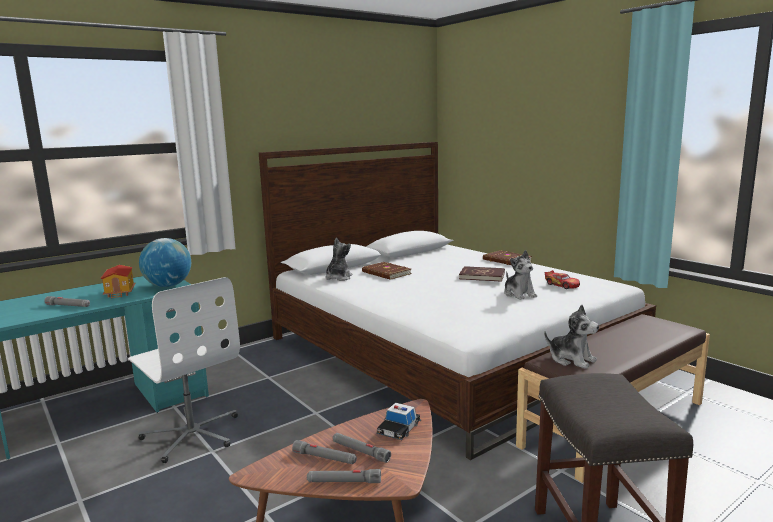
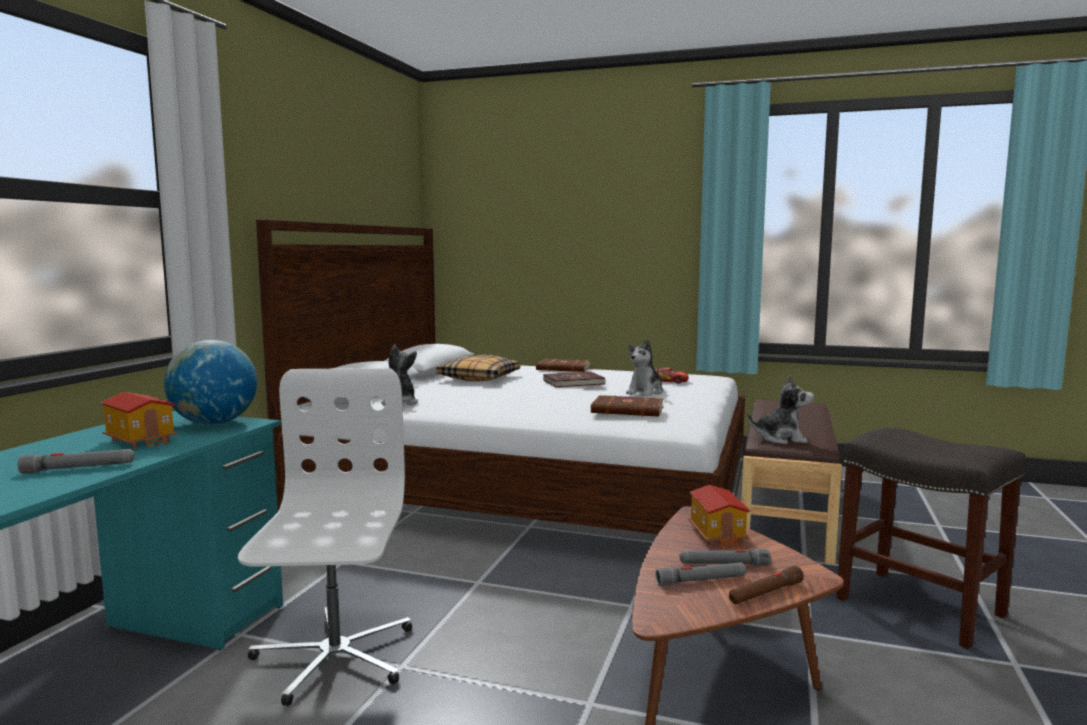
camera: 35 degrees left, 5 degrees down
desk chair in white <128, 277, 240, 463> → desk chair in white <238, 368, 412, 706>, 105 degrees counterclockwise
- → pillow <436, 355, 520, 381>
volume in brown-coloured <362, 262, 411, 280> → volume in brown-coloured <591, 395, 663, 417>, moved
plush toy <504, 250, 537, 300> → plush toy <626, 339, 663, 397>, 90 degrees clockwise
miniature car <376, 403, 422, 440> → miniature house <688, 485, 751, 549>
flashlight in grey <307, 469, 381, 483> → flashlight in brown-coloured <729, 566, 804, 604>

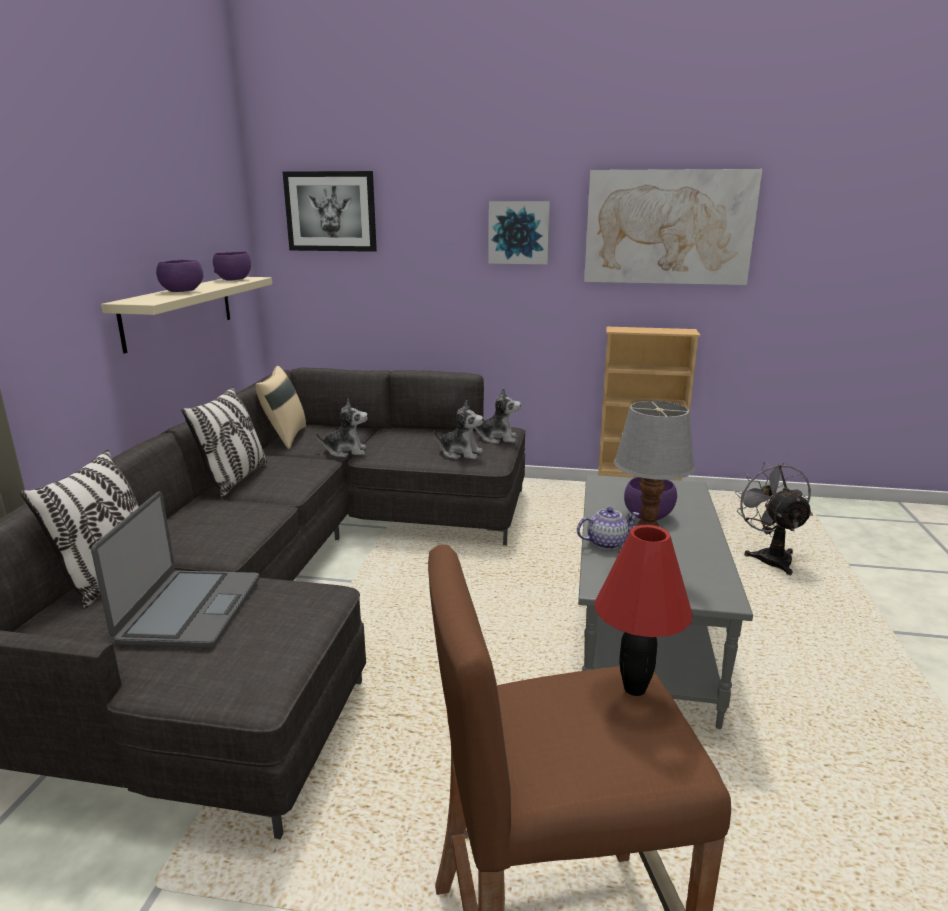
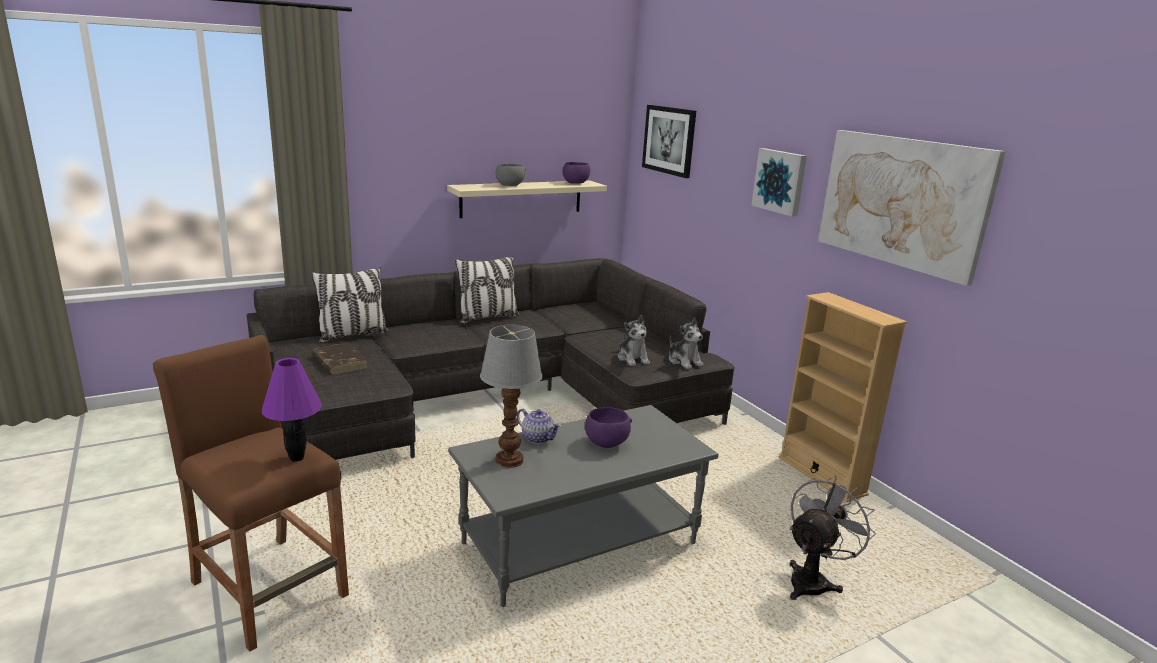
camera: 50 degrees right, 0 degrees up
table lamp in red-coloured <594, 525, 693, 696> → table lamp in purple-coloured <262, 358, 322, 462>
notebook computer <91, 491, 260, 648> → volume in brown-coloured <312, 342, 368, 375>
deep dish in purple-coloured <156, 260, 203, 292> → deep dish in grey <496, 164, 526, 186>
pillow in beige-coloured <256, 366, 306, 449> → -
plush toy <316, 398, 368, 457> → -

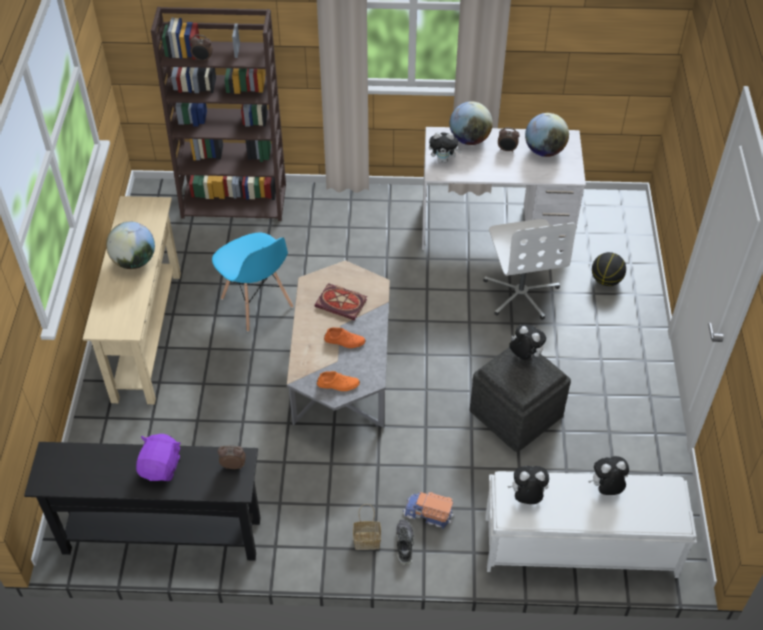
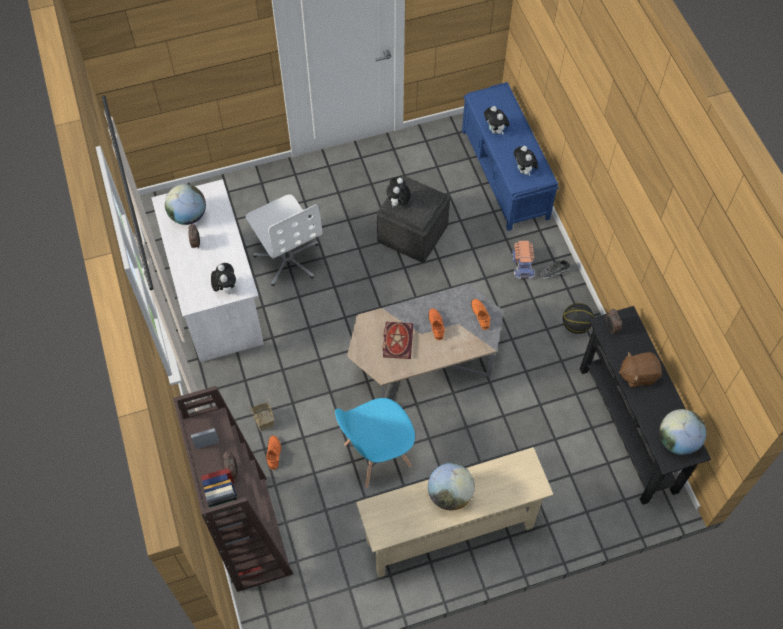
camera: 110 degrees left, 10 degrees up
desk chair in white <483, 219, 576, 320> → desk chair in white <245, 194, 322, 286>, 90 degrees clockwise
storage basket <353, 504, 381, 550> → storage basket <249, 398, 274, 431>, moved
- → low shoe in orange <266, 436, 281, 470>
chair in bluish <212, 233, 294, 332> → chair in bluish <335, 398, 415, 488>, 150 degrees counterclockwise
indoor bench in white <485, 471, 697, 578> → indoor bench in bluish <462, 82, 559, 231>
ball for basketball <592, 252, 626, 286> → ball for basketball <563, 303, 594, 334>, moved
plush toy in purple-coloured <136, 434, 181, 481> → plush toy in brown-coloured <619, 352, 662, 388>
desk globe <450, 101, 493, 145> → desk globe <659, 409, 707, 455>, moved

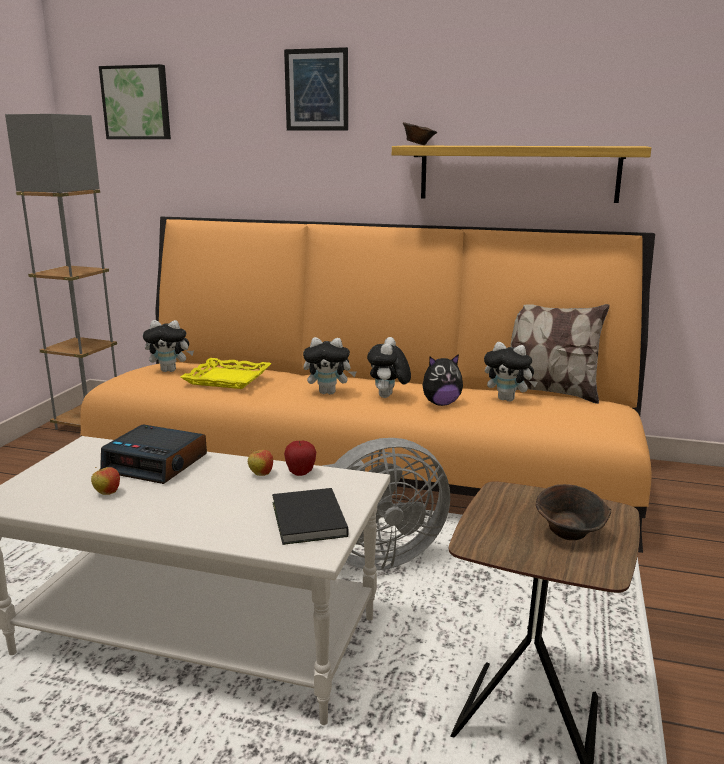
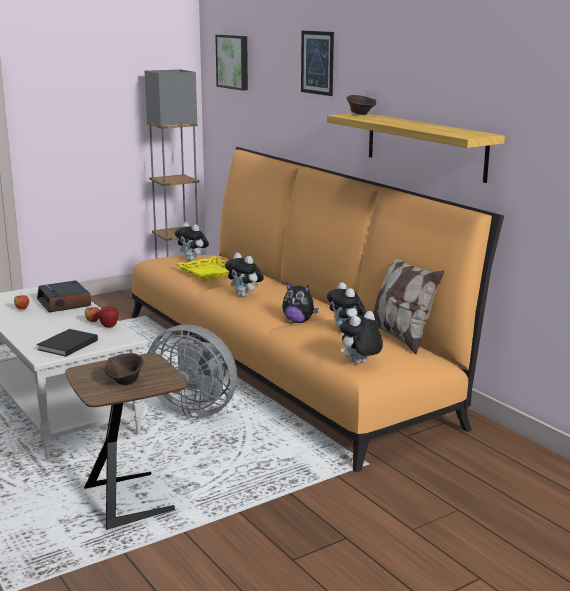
camera: 40 degrees right, 0 degrees up
plush toy <367, 337, 411, 398> → plush toy <340, 311, 383, 364>, moved

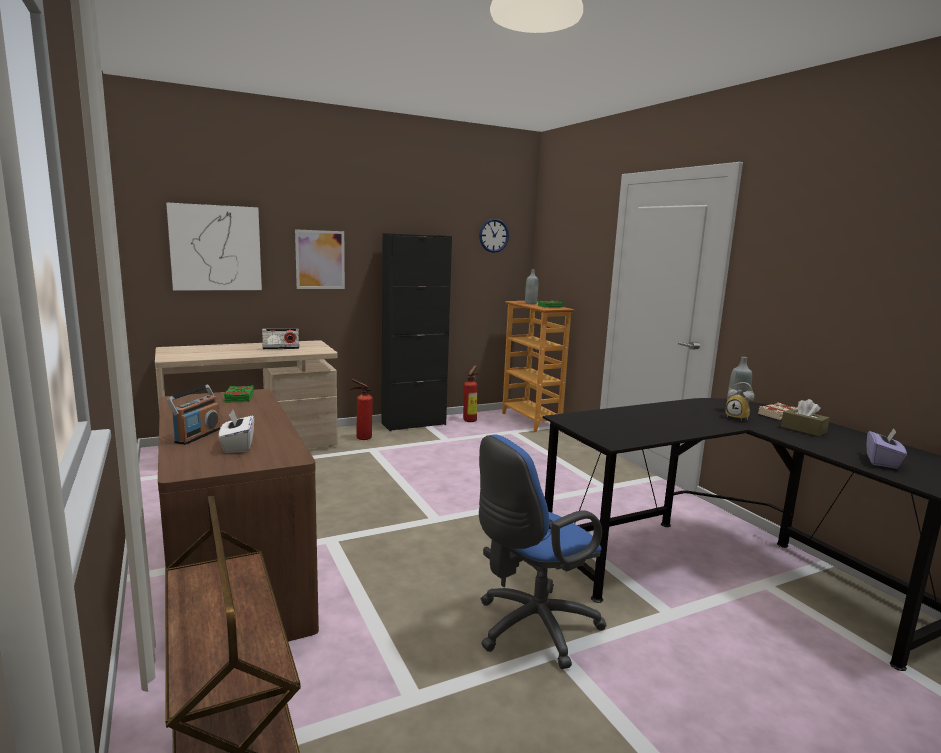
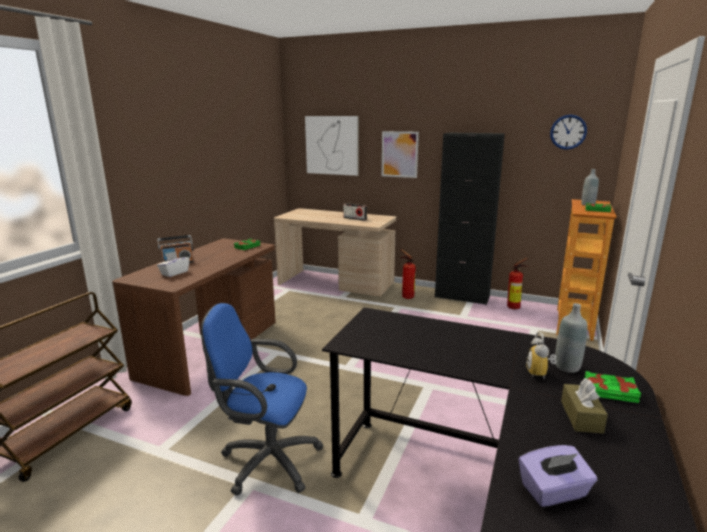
camera: 50 degrees right, 5 degrees up
volume in beige-coloured <758, 403, 798, 420> → volume in green <584, 371, 641, 403>

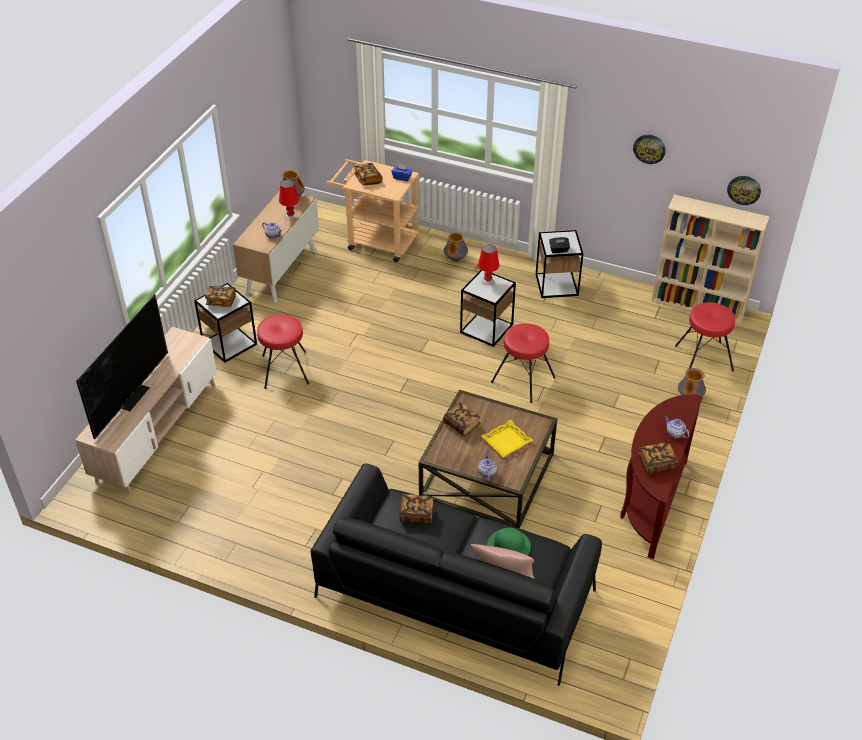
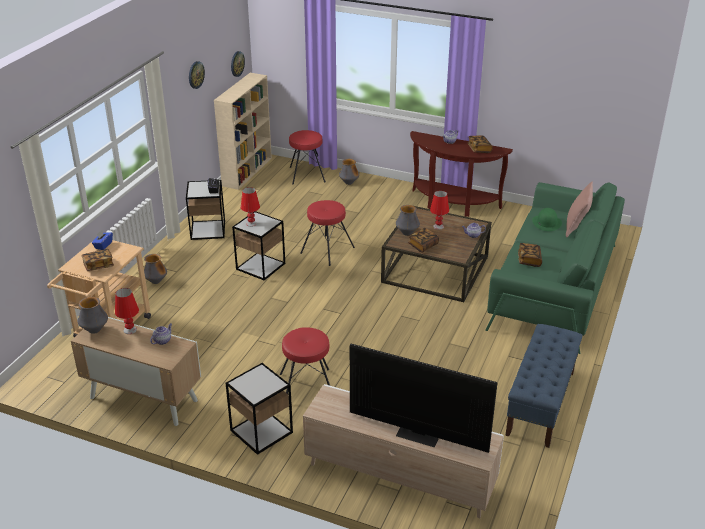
camera: 90 degrees left, 10 degrees down
- → vase <396, 205, 420, 236>
tray in yellowish <481, 420, 533, 457> → table lamp in red-coloured <430, 191, 449, 230>
sofa in blackish <311, 463, 602, 686> → sofa in green <485, 182, 625, 354>
- → indoor bench in bluish <505, 324, 582, 448>
volume <205, 286, 236, 307> → -

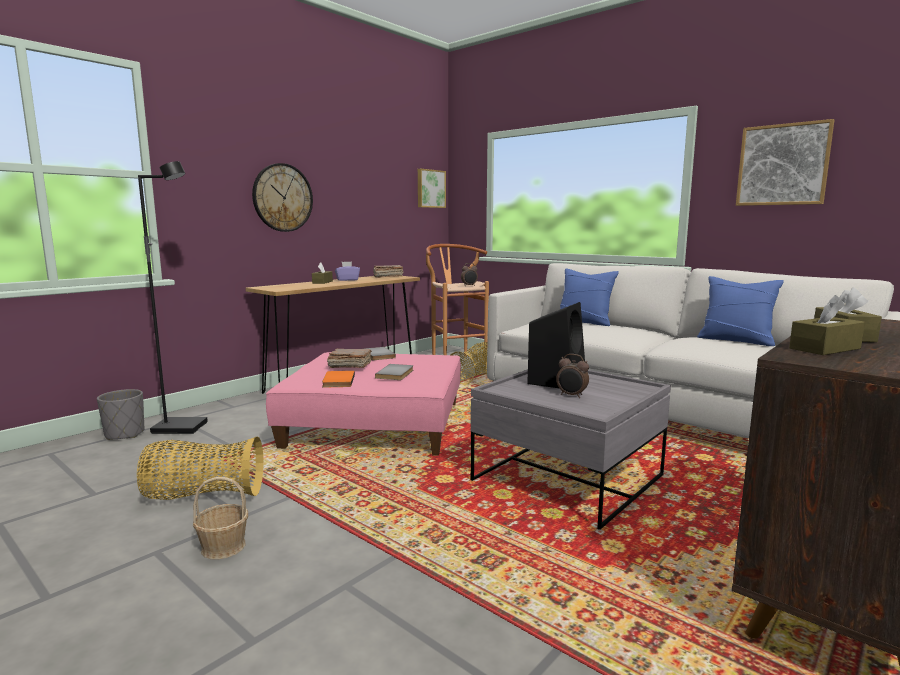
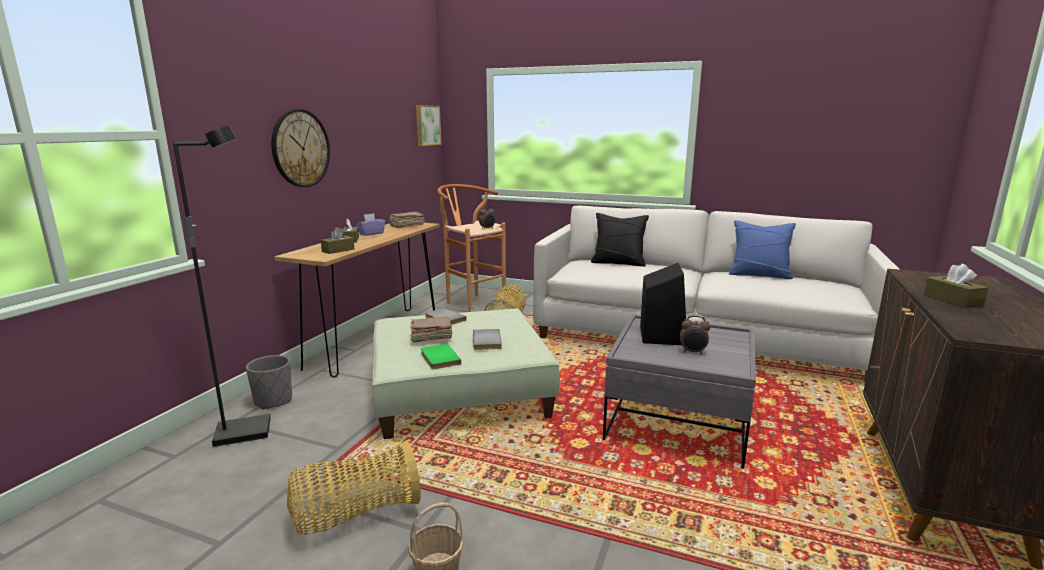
camera: 20 degrees left, 5 degrees up
planter in grey <97, 389, 144, 440> → planter in grey <246, 355, 292, 409>, moved
box of tissues in brown-coloured <789, 295, 865, 355> → box of tissues in brown-coloured <321, 227, 354, 254>, moved
pouffe in pink <266, 352, 461, 456> → pouffe in green <372, 308, 560, 439>
volume in orange <322, 371, 355, 388> → volume in green <421, 344, 461, 369>
pillow in bluish <560, 269, 619, 326> → pillow in blackish <591, 213, 649, 266>
picture <736, 119, 834, 206> → -

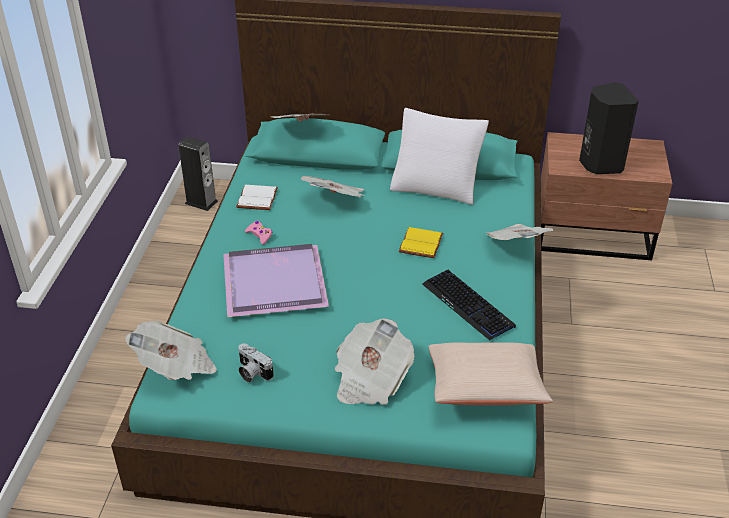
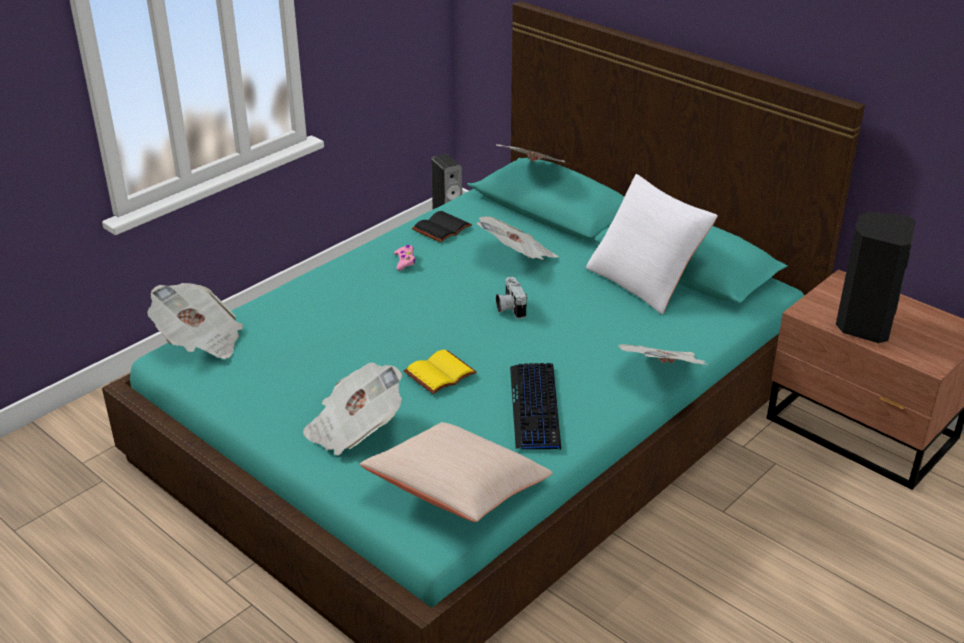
camera: 35 degrees right, 5 degrees down
volume in yellowish <399, 227, 443, 258> → volume in yellowish <404, 349, 477, 394>, moved
volume in white <236, 185, 278, 210> → volume in blackish <412, 211, 472, 243>
still camera <238, 343, 274, 382> → still camera <496, 277, 527, 319>, moved
tray in purple-coloured <223, 244, 329, 317> → -

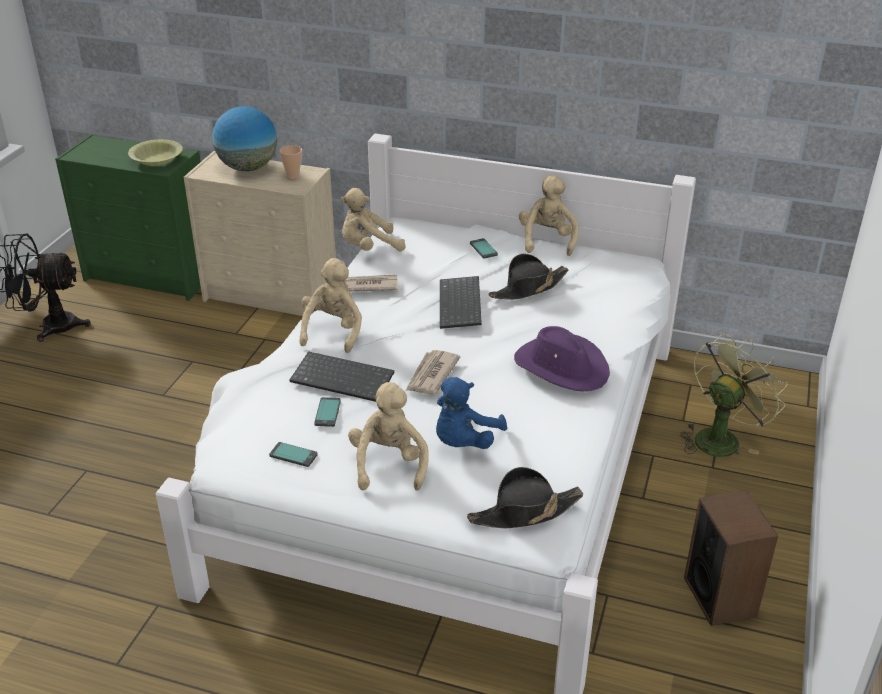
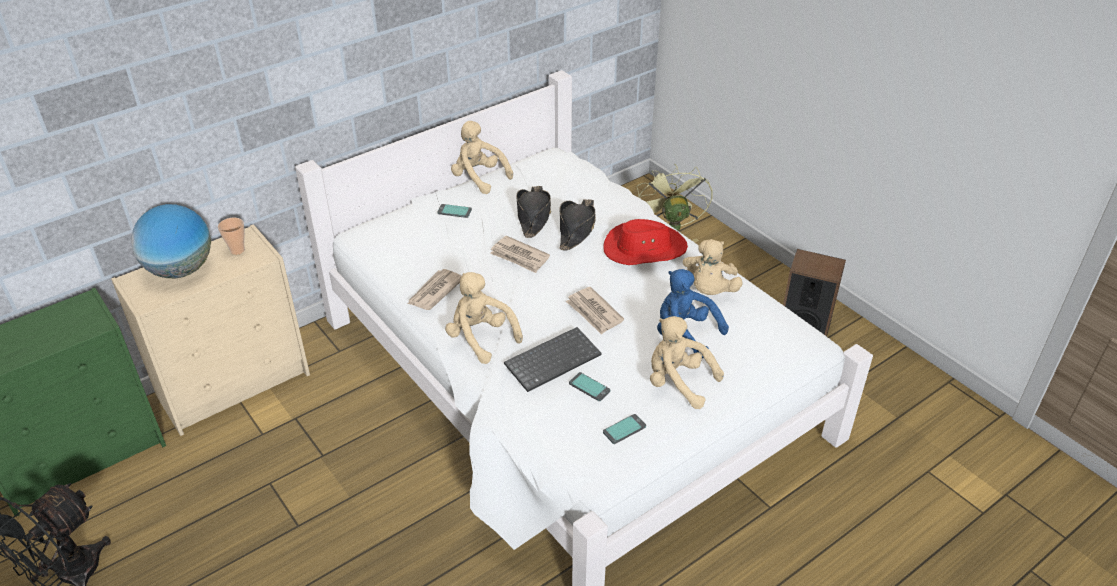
camera: 55 degrees left, 5 degrees up
keyboard <440, 276, 482, 329> → printed paper <490, 236, 550, 273>
clothing hat in blackish <467, 467, 583, 529> → clothing hat in blackish <559, 199, 596, 251>, moved
clothing hat in purple-coloured <514, 326, 610, 392> → clothing hat in red-coloured <603, 219, 688, 265>
plush toy in bluish <436, 377, 507, 449> → plush toy in bluish <657, 269, 729, 358>, 150 degrees clockwise
plush toy in beige-coloured <340, 188, 405, 251> → plush toy in beige-coloured <683, 239, 743, 295>, moved
deep dish in yellowish <128, 139, 183, 166> → -

